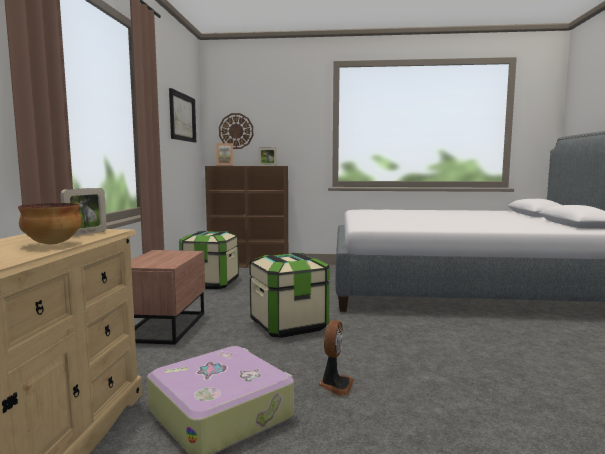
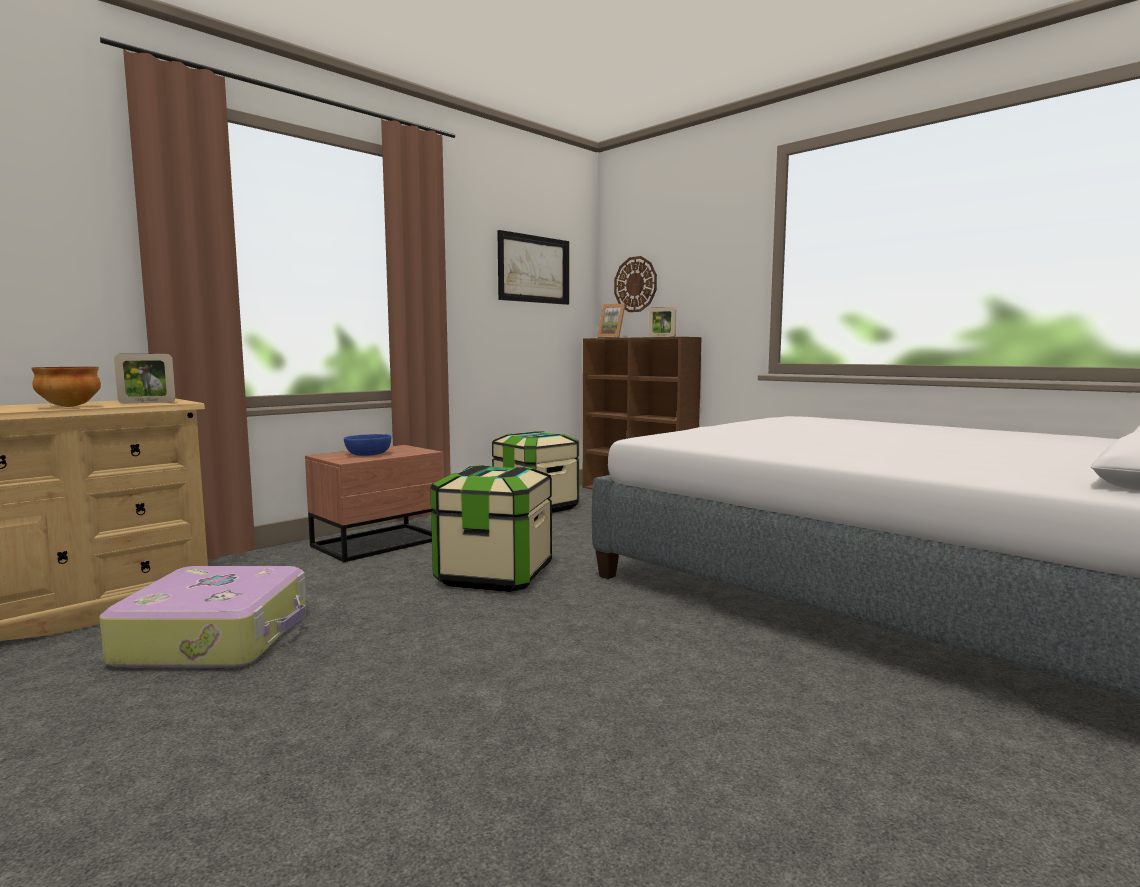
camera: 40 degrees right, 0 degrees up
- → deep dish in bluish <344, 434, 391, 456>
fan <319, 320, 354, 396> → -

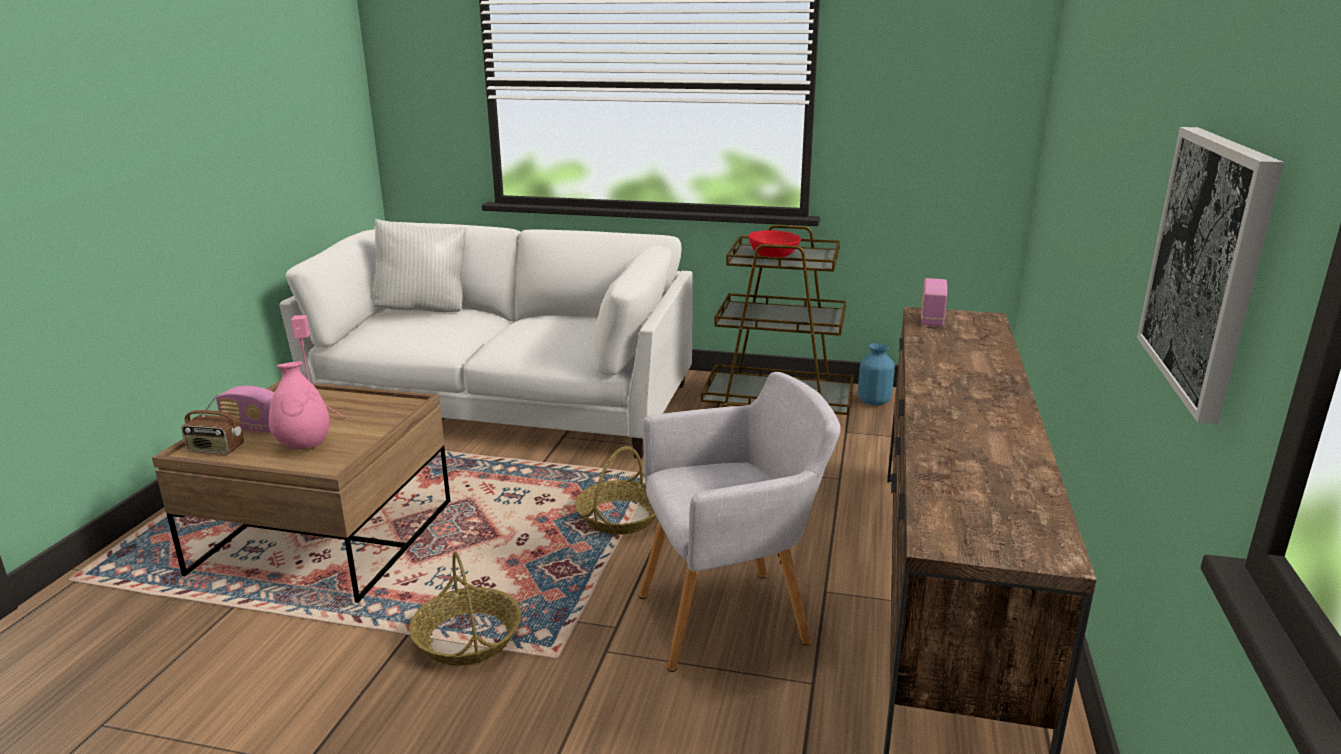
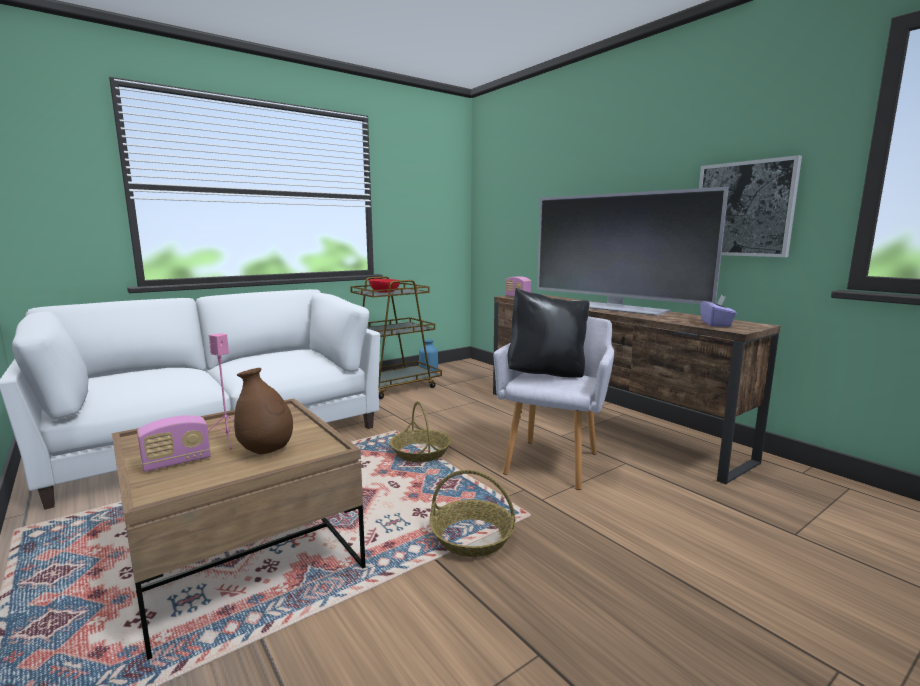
camera: 50 degrees left, 10 degrees down
vase in pink <269, 361, 330, 449> → vase in brown-coloured <234, 368, 293, 454>
- → pillow in blackish <508, 288, 589, 378>
- → TV set <537, 187, 729, 316>
- → box of tissues in purple-coloured <700, 295, 737, 327>
radio <181, 393, 244, 455> → -
pillow in white <373, 218, 467, 312> → -

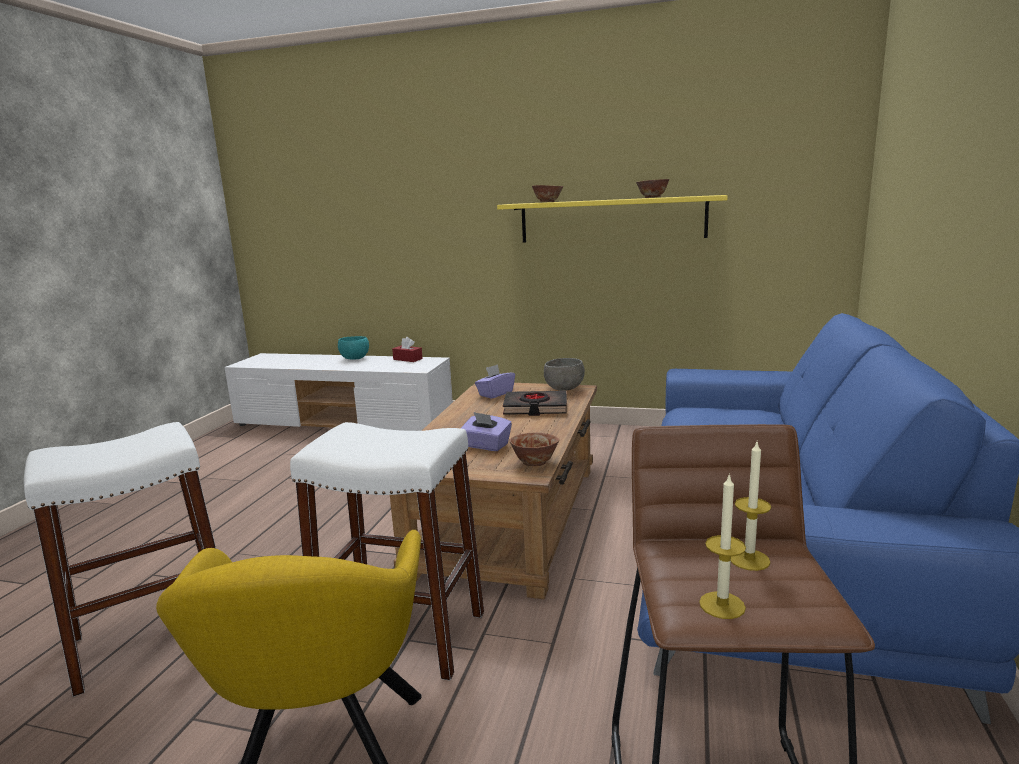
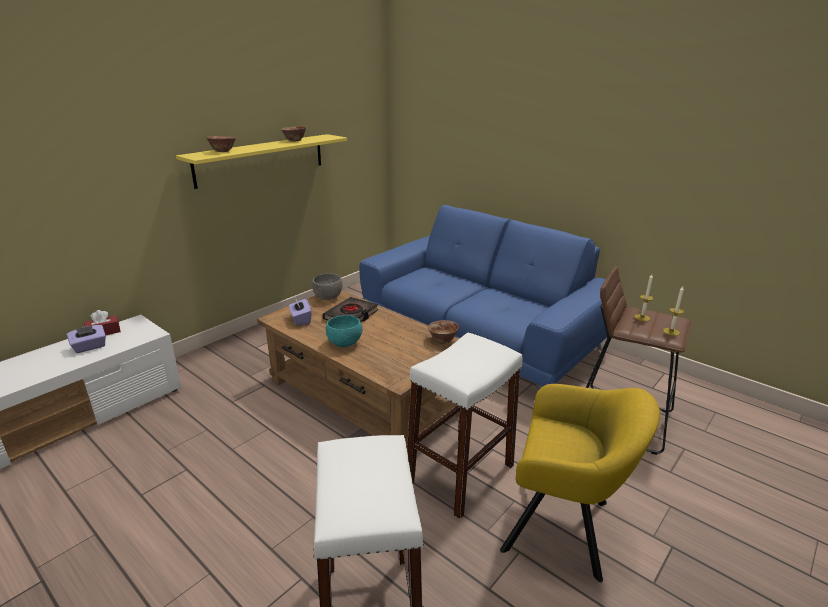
camera: 65 degrees left, 10 degrees up
box of tissues in purple-coloured <461, 412, 512, 451> → box of tissues in purple-coloured <67, 325, 106, 353>, moved
deep dish in turquoise-coloured <338, 336, 369, 360> → deep dish in turquoise-coloured <326, 315, 363, 347>, moved

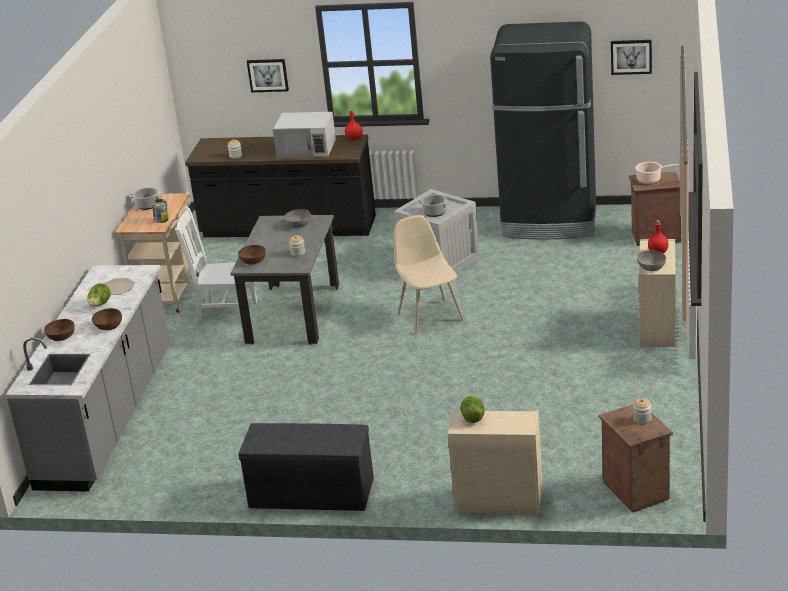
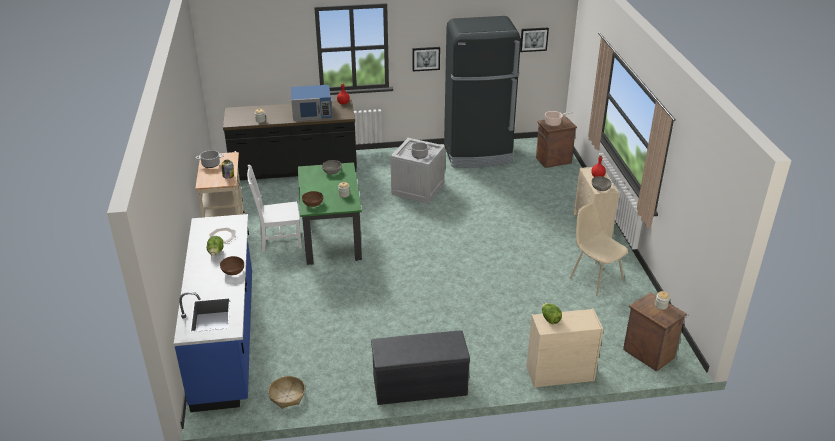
camera: 20 degrees left, 5 degrees up
counter in grey <6, 265, 170, 492> → counter in bluish <174, 214, 252, 412>
- → storage basket <268, 376, 305, 409>
microwave in white <273, 112, 336, 158> → microwave in bluish <291, 85, 332, 121>
kitchen table in grey <230, 215, 339, 345> → kitchen table in green <298, 162, 362, 265>
picture <247, 59, 289, 92> → picture <412, 47, 440, 72>, moved
chair in beige-coloured <394, 215, 464, 334> → chair in beige-coloured <569, 203, 628, 296>, moved
deep dish in brown-coloured <44, 319, 75, 341> → -

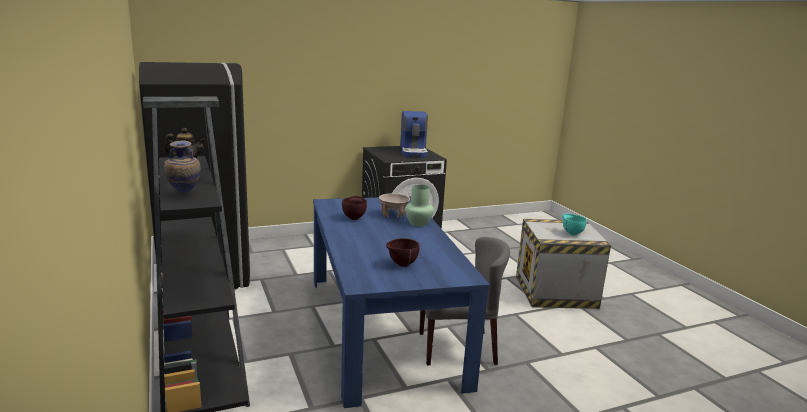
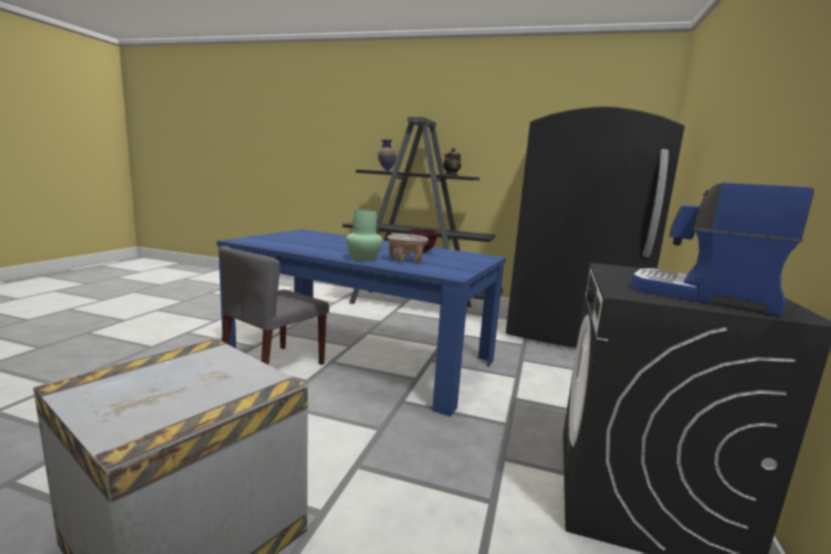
camera: 130 degrees right, 5 degrees down
deep dish in brown-coloured <386, 238, 420, 267> → -
deep dish in turquoise-coloured <562, 214, 587, 236> → -

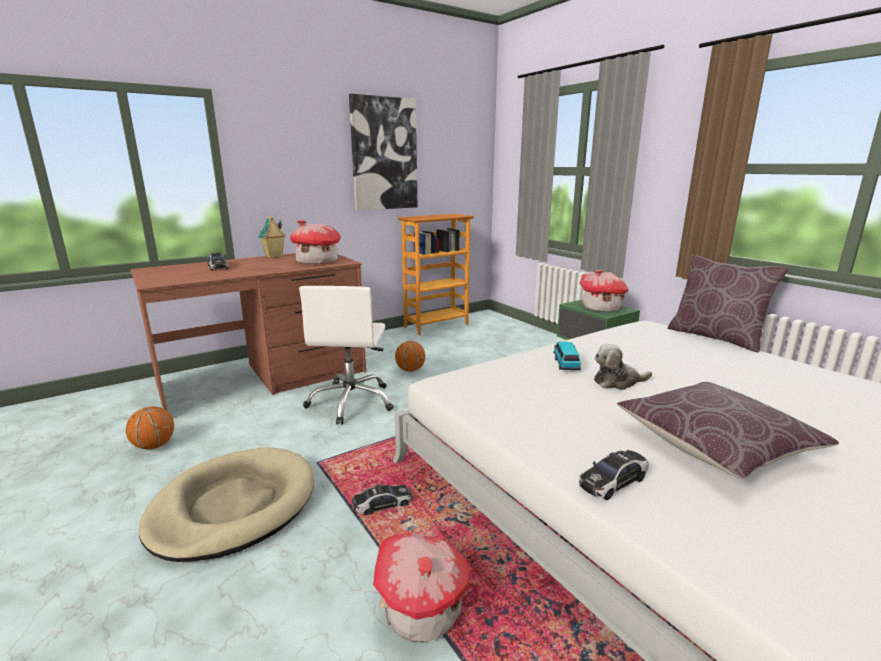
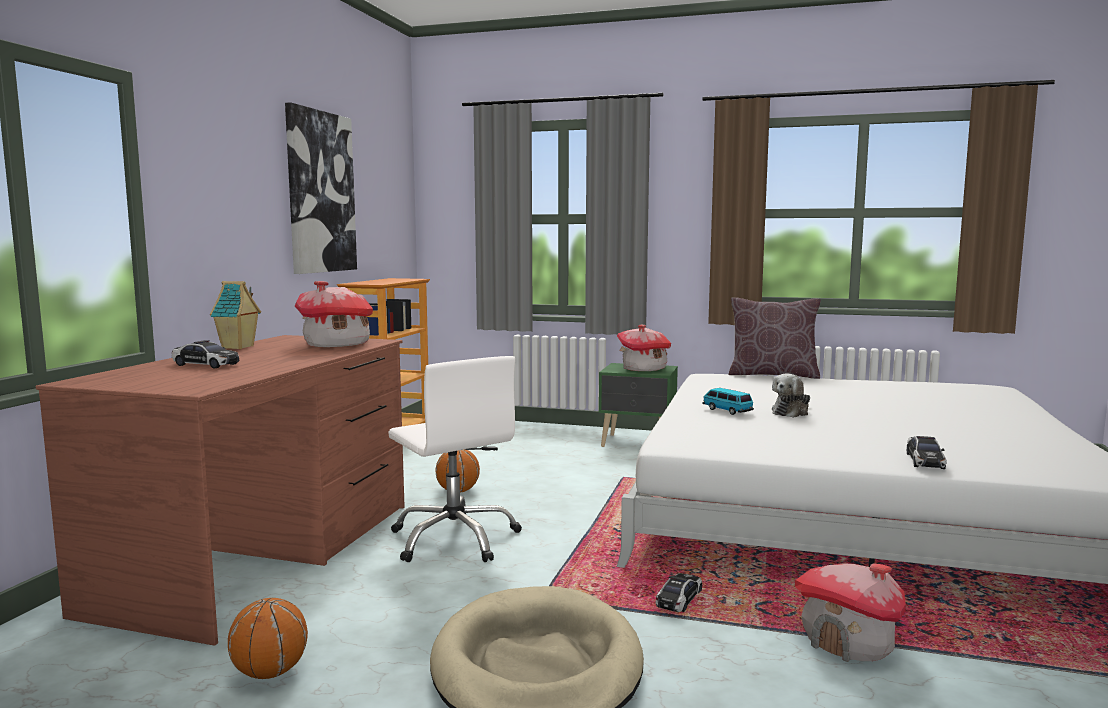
camera: 40 degrees left, 10 degrees down
pillow in brown-coloured <617, 382, 839, 479> → -

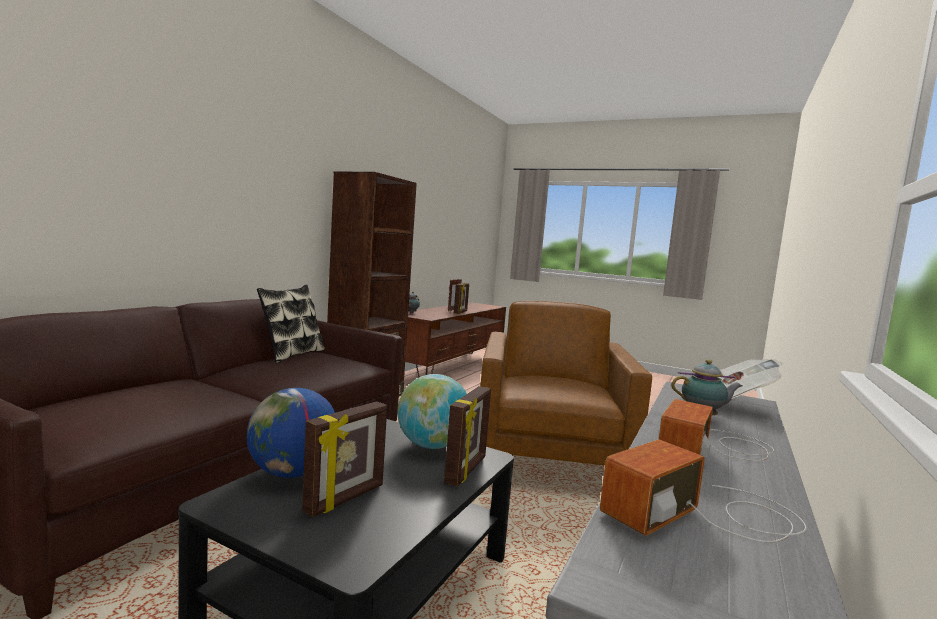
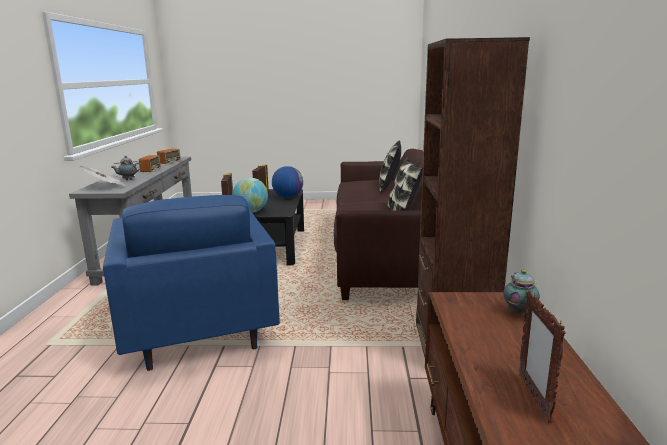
camera: 155 degrees right, 10 degrees up
lounge chair in brown-coloured <481, 301, 652, 465> → lounge chair in bluish <103, 195, 280, 371>
- → pillow <379, 141, 401, 192>
picture frame <454, 283, 469, 314> → -

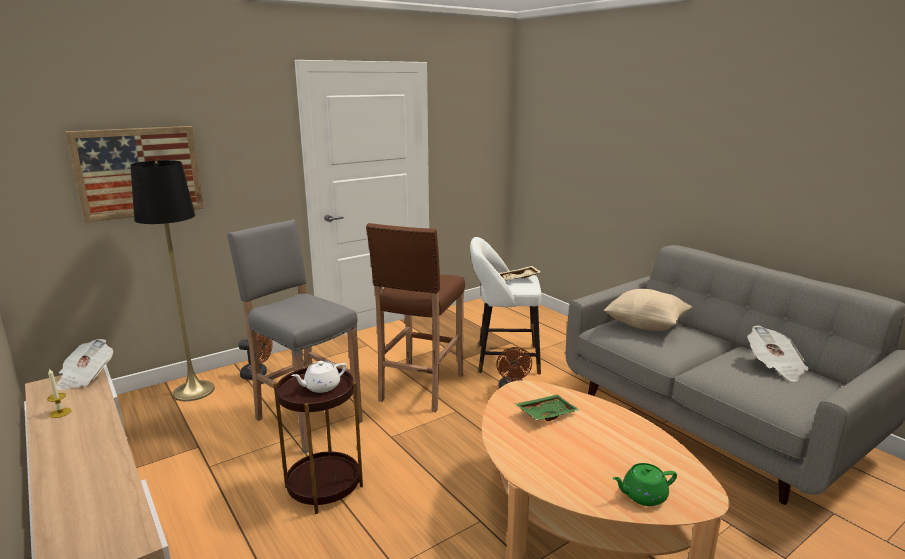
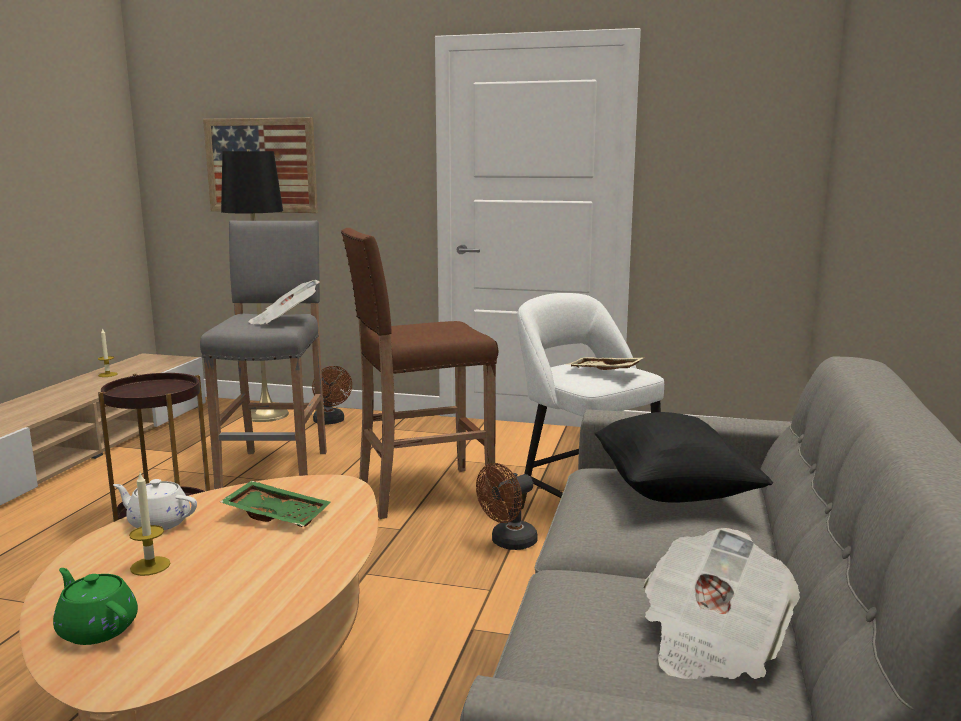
camera: 50 degrees right, 5 degrees down
teapot in white <291, 361, 347, 393> → teapot in white <113, 479, 197, 530>, moved
- → wax candle <129, 473, 171, 576>
printed paper <56, 339, 113, 390> → printed paper <248, 280, 320, 325>, moved
pillow in beige-coloured <604, 289, 693, 331> → pillow in blackish <594, 412, 773, 503>

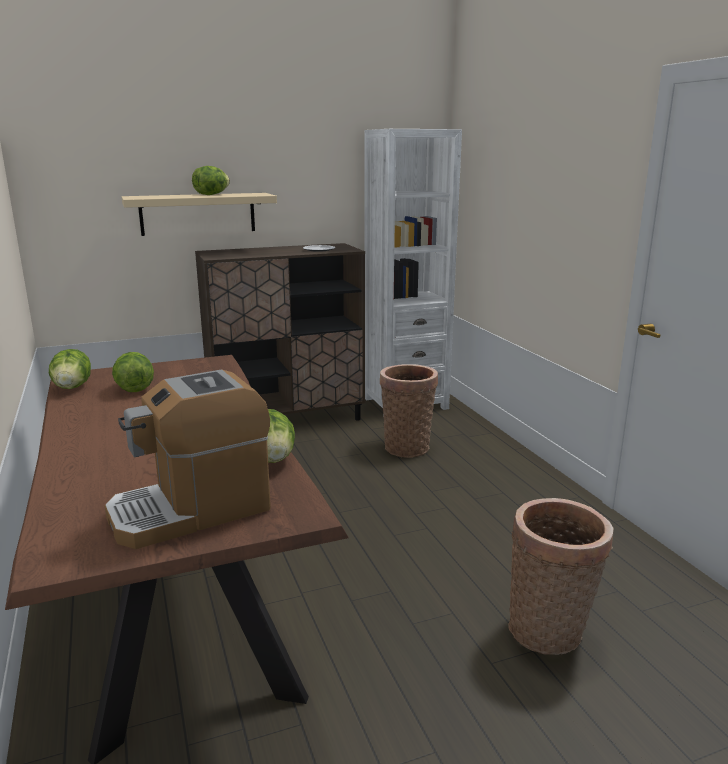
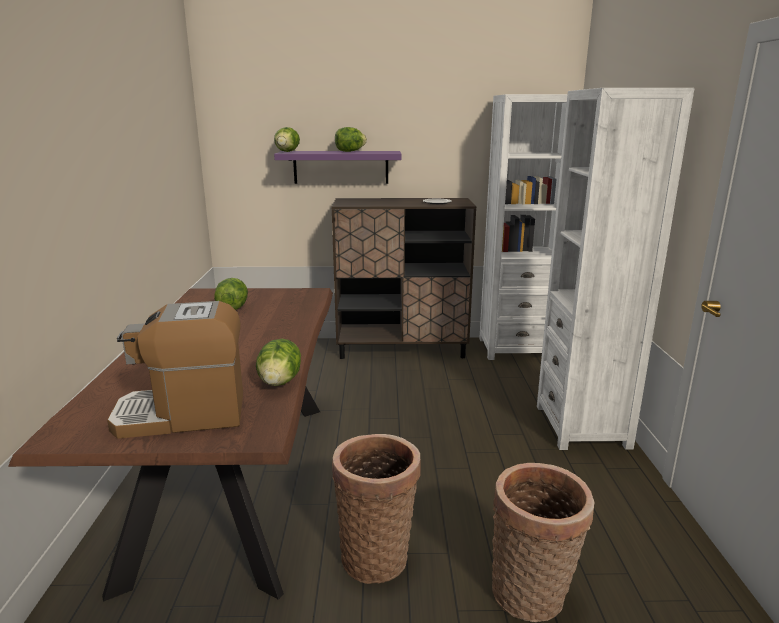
camera: 20 degrees right, 0 degrees up
lettuce <49, 349, 91, 389> → lettuce <274, 127, 300, 152>, moved
wall shelf in beige-coloured <122, 193, 277, 236> → wall shelf in purple-coloured <274, 151, 402, 184>
storage basket <380, 364, 438, 458> → storage basket <332, 434, 421, 584>, moved
- → bookcase in white <537, 88, 695, 450>

